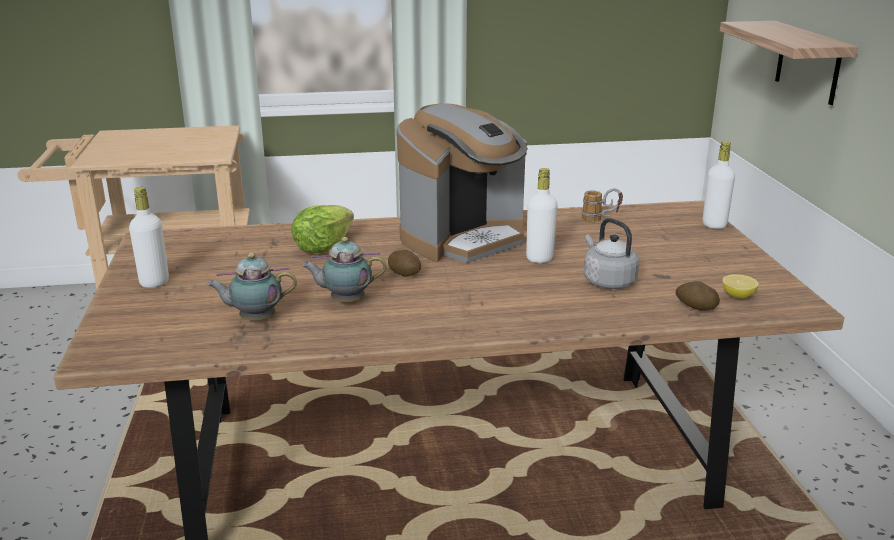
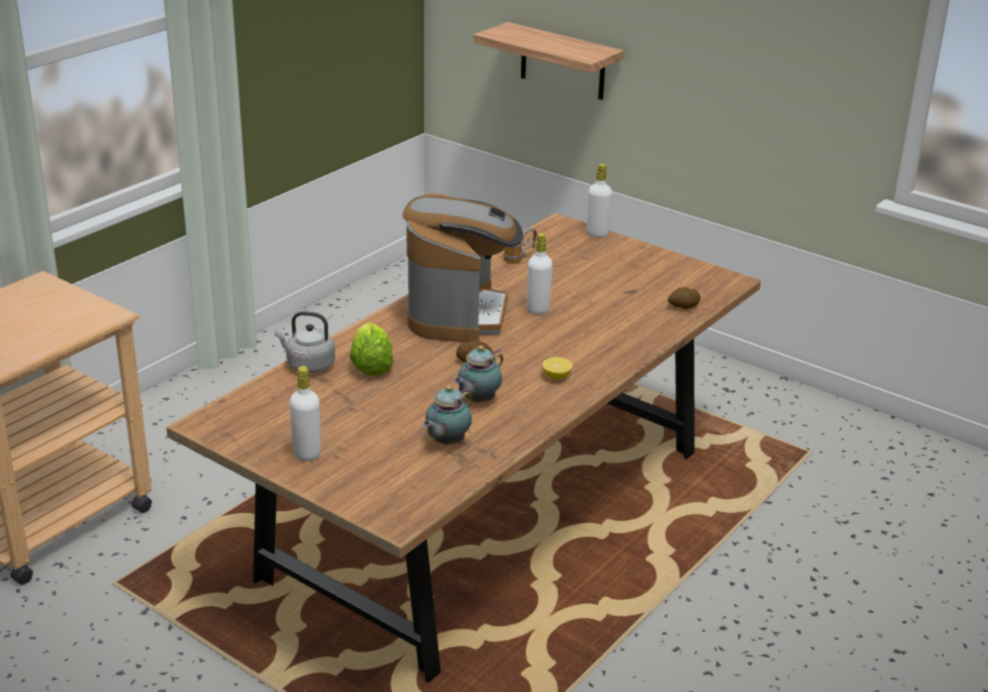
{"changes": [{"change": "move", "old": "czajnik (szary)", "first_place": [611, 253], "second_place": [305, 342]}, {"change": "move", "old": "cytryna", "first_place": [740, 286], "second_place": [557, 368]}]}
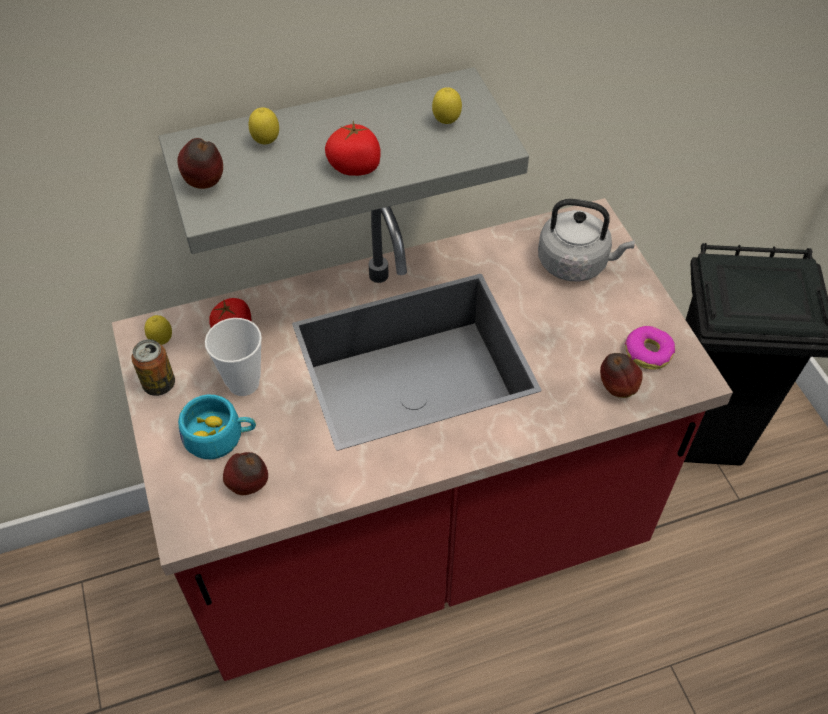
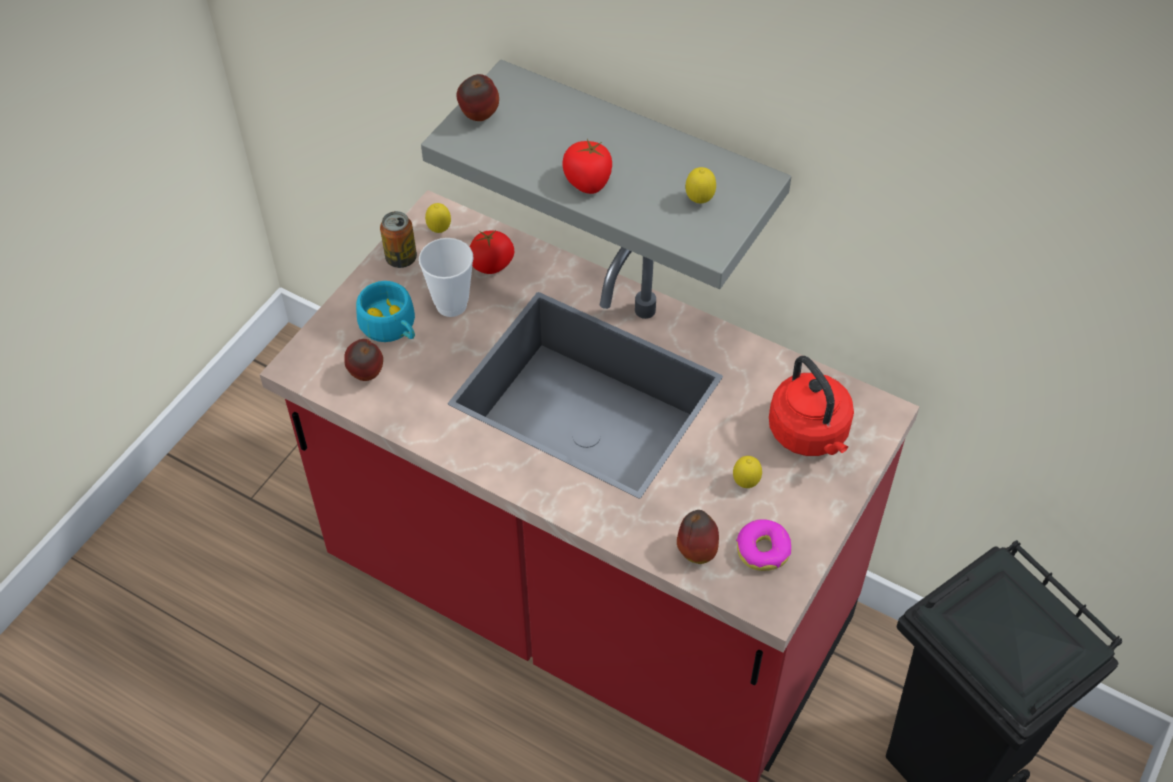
{"changes": [{"change": "move", "old": "cytryna", "first_place": [263, 125], "second_place": [747, 472]}, {"change": "recolor", "old": "czajnik (szary)", "new": "czajnik (czerwony)", "first_place": [586, 240], "second_place": [811, 406]}]}
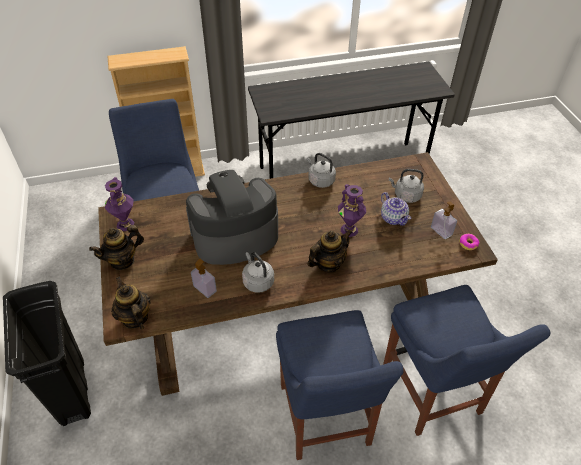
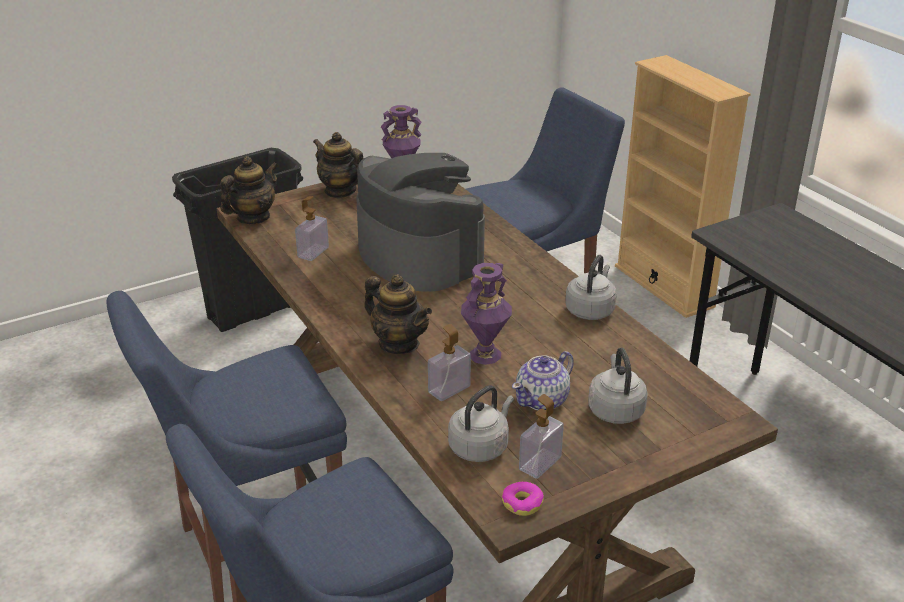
{"changes": [{"change": "move", "old": "czajnik (szary)", "first_place": [258, 272], "second_place": [481, 423]}, {"change": "insert", "new": "dozownik mydła", "second_place": [449, 362]}]}
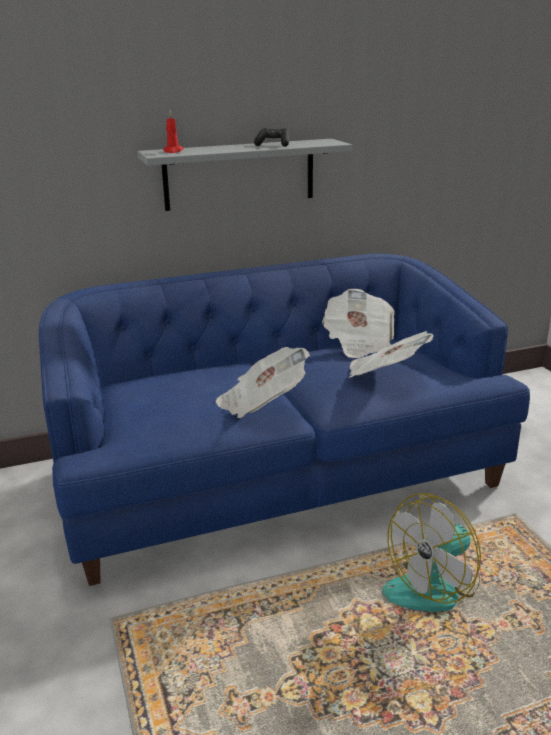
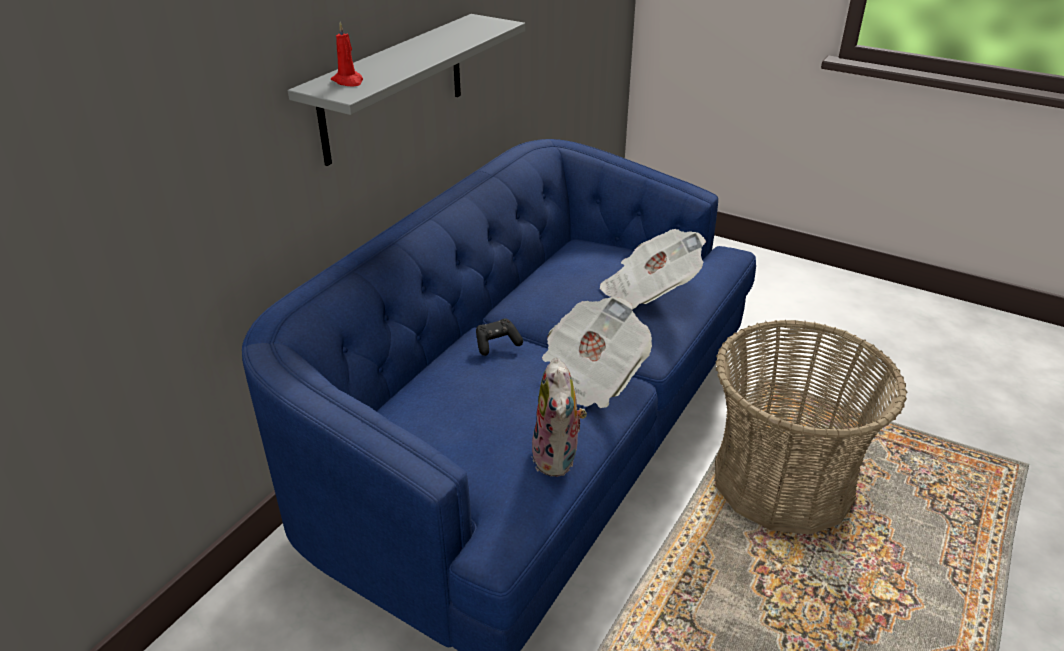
{"changes": [{"change": "move", "old": "pad do gier (czarny)", "first_place": [271, 137], "second_place": [499, 337]}, {"change": "delete", "old": "gazeta", "first_place": [358, 323]}, {"change": "replace", "old": "wentylator", "new": "koszyk", "first_place": [431, 552], "second_place": [811, 427]}, {"change": "insert", "new": "pluszak", "second_place": [559, 417]}]}
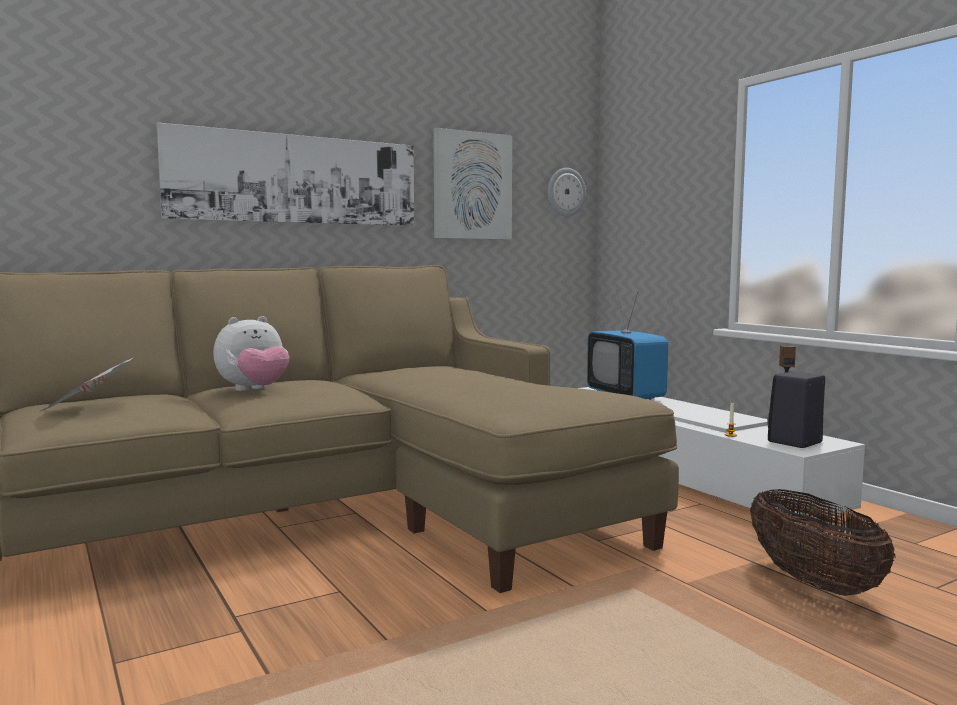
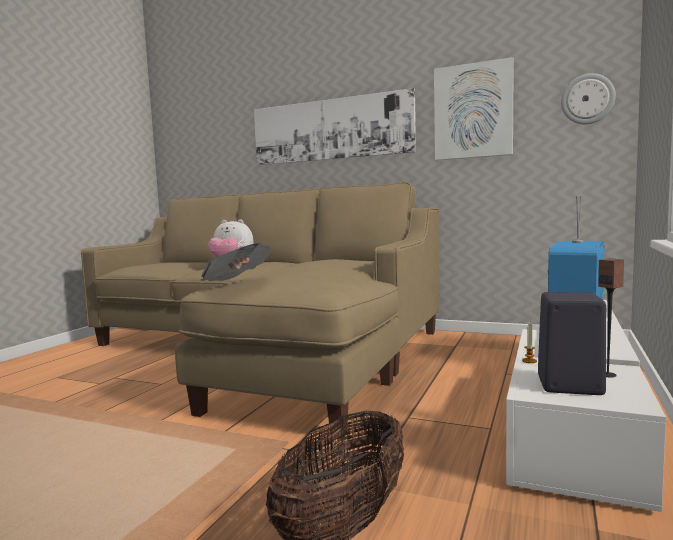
{"changes": [{"change": "move", "old": "gazeta", "first_place": [86, 384], "second_place": [236, 262]}]}
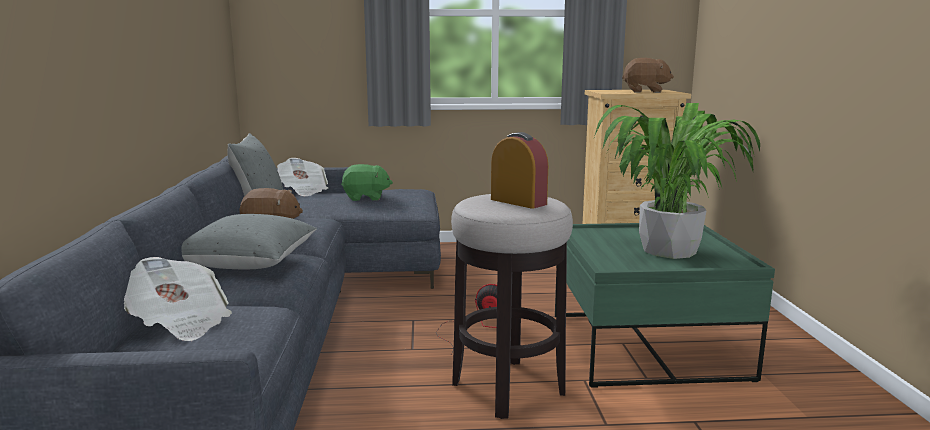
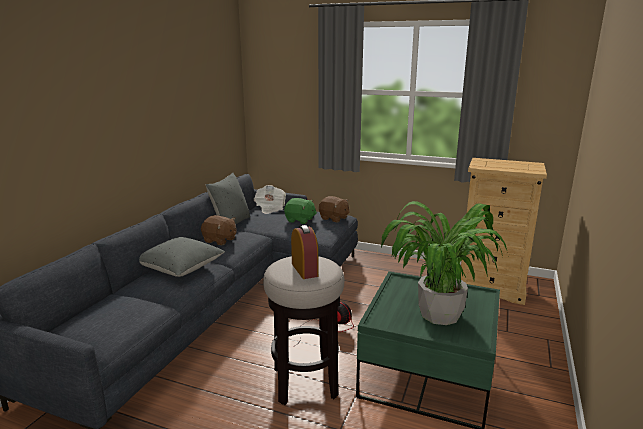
{"changes": [{"change": "move", "old": "pluszak (brązowy)", "first_place": [648, 75], "second_place": [334, 209]}, {"change": "delete", "old": "gazeta", "first_place": [178, 299]}]}
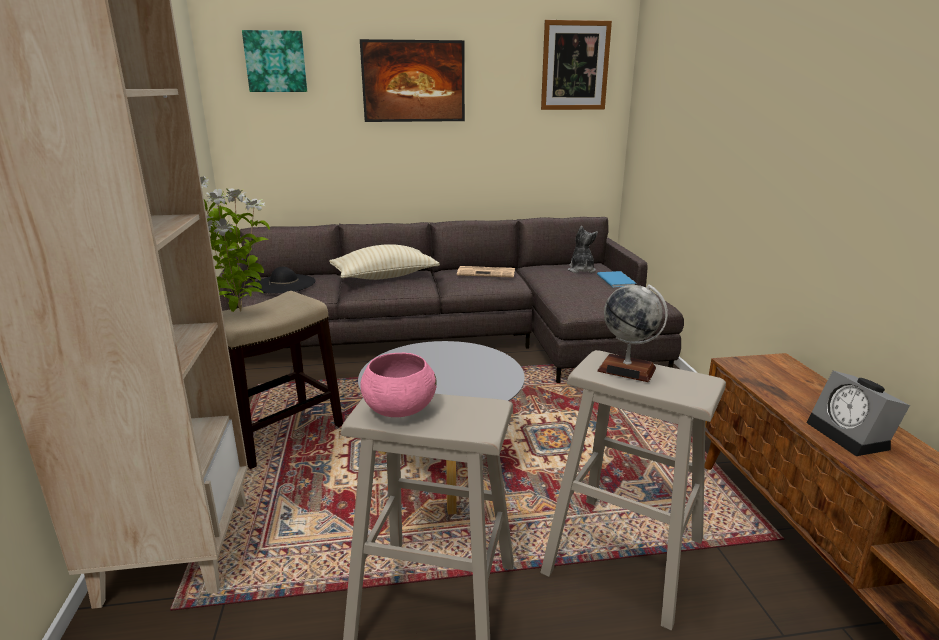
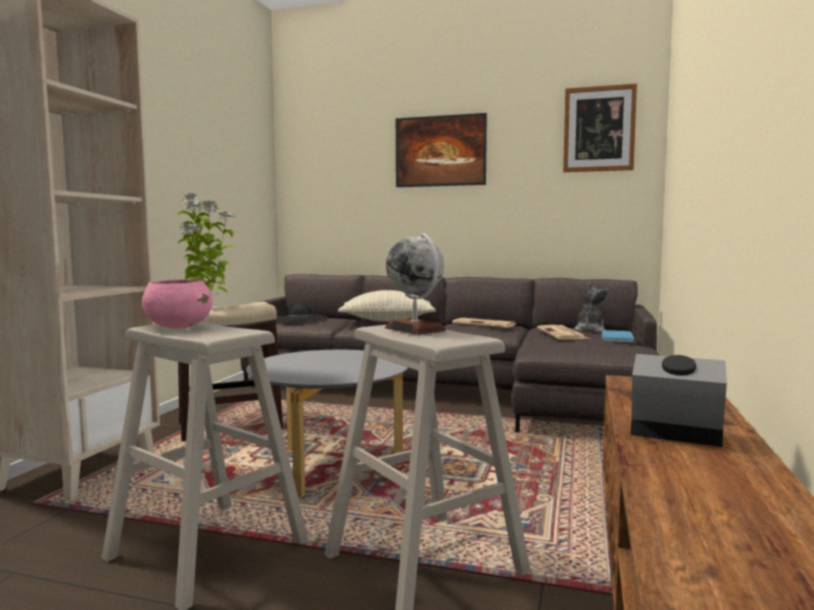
{"changes": [{"change": "delete", "old": "obraz", "first_place": [274, 61]}, {"change": "rotate", "old": "budzik", "first_place": [858, 413], "second_place": [678, 400], "degrees": 105}, {"change": "insert", "new": "gazeta", "second_place": [563, 332]}]}
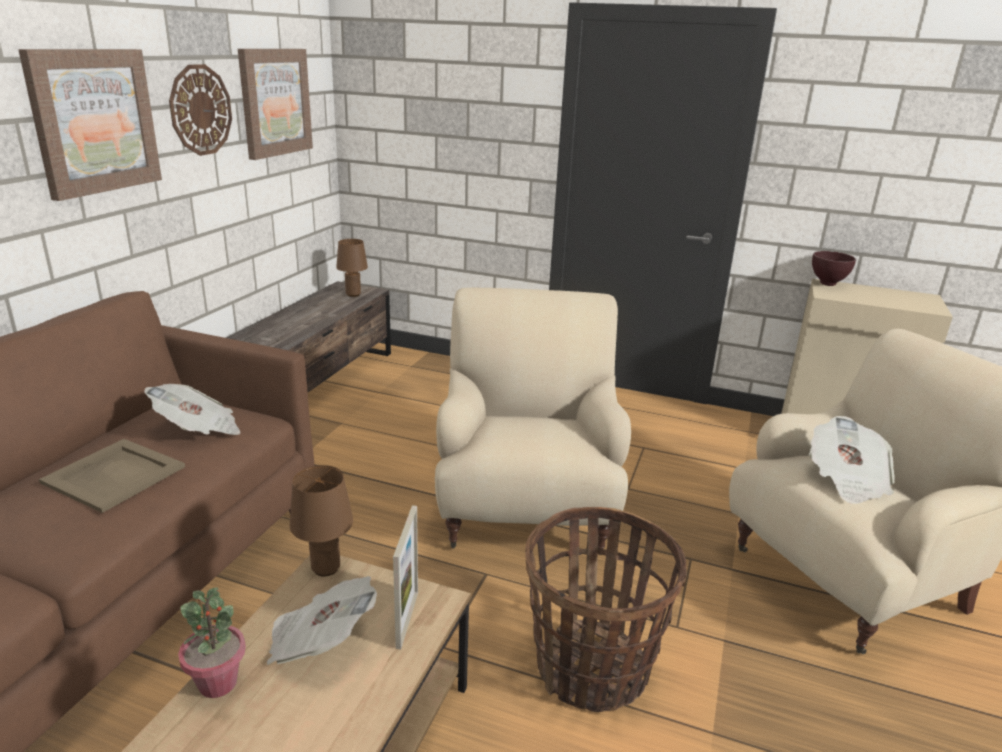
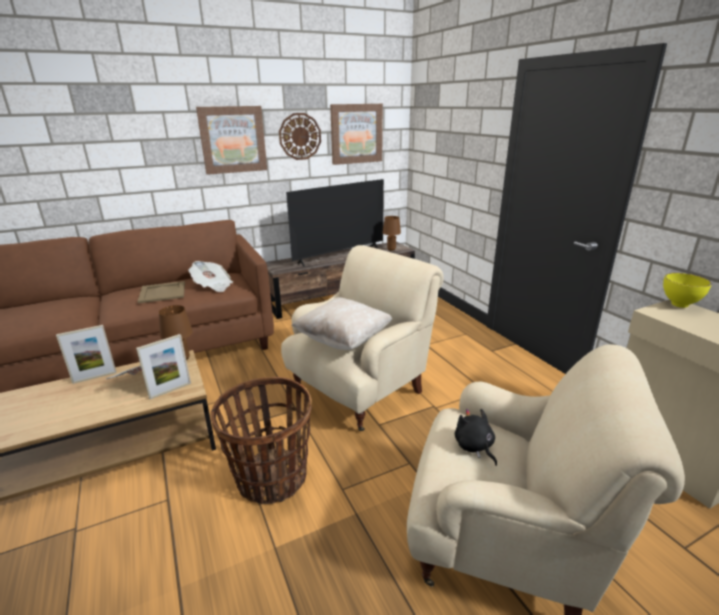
{"changes": [{"change": "recolor", "old": "miska (brązowy)", "new": "miska (żółty)", "first_place": [834, 268], "second_place": [687, 290]}, {"change": "replace", "old": "gazeta", "new": "pluszak (czarny)", "first_place": [852, 460], "second_place": [476, 437]}, {"change": "replace", "old": "roślina doniczkowa", "new": "ramka na zdjęcie", "first_place": [212, 642], "second_place": [86, 354]}, {"change": "insert", "new": "telewizor", "second_place": [335, 223]}, {"change": "insert", "new": "poduszka (beżowy)", "second_place": [341, 323]}]}
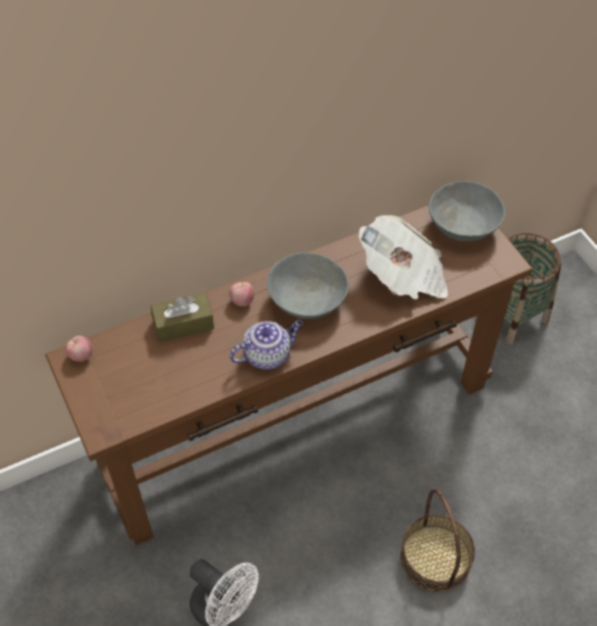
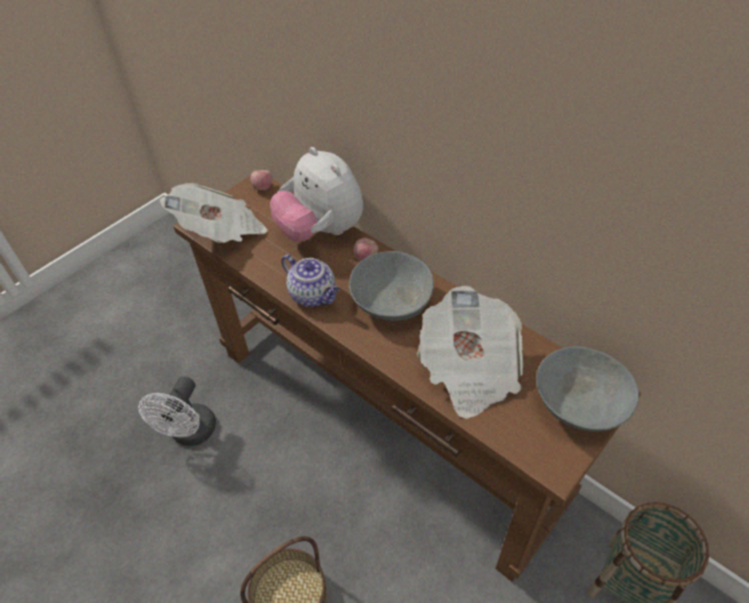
{"changes": [{"change": "replace", "old": "pudełko chusteczek (brązowy)", "new": "pluszak", "first_place": [182, 317], "second_place": [316, 194]}, {"change": "insert", "new": "gazeta", "second_place": [214, 213]}]}
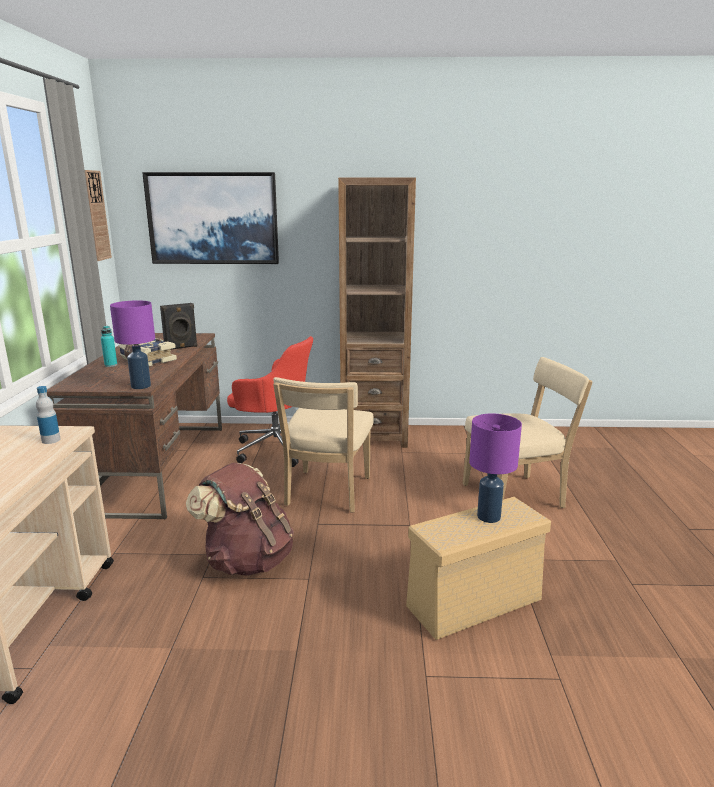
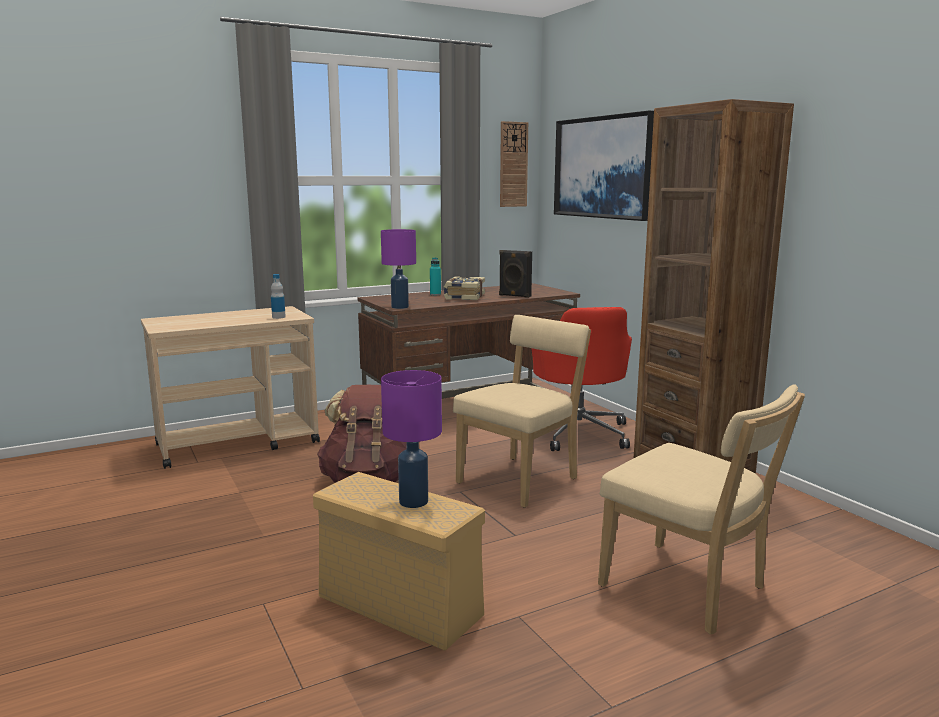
{"changes": [{"change": "rotate", "old": "krzesło (beżowy)", "first_place": [323, 445], "second_place": [522, 411], "degrees": 150}]}
